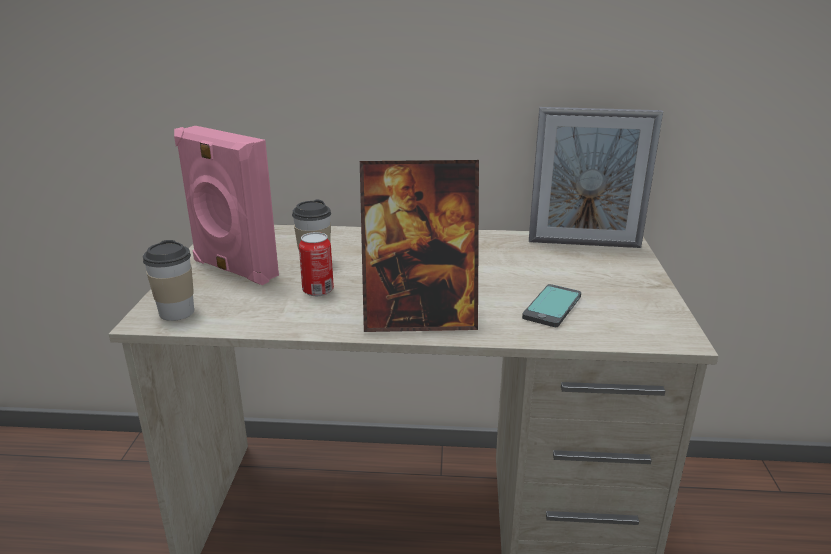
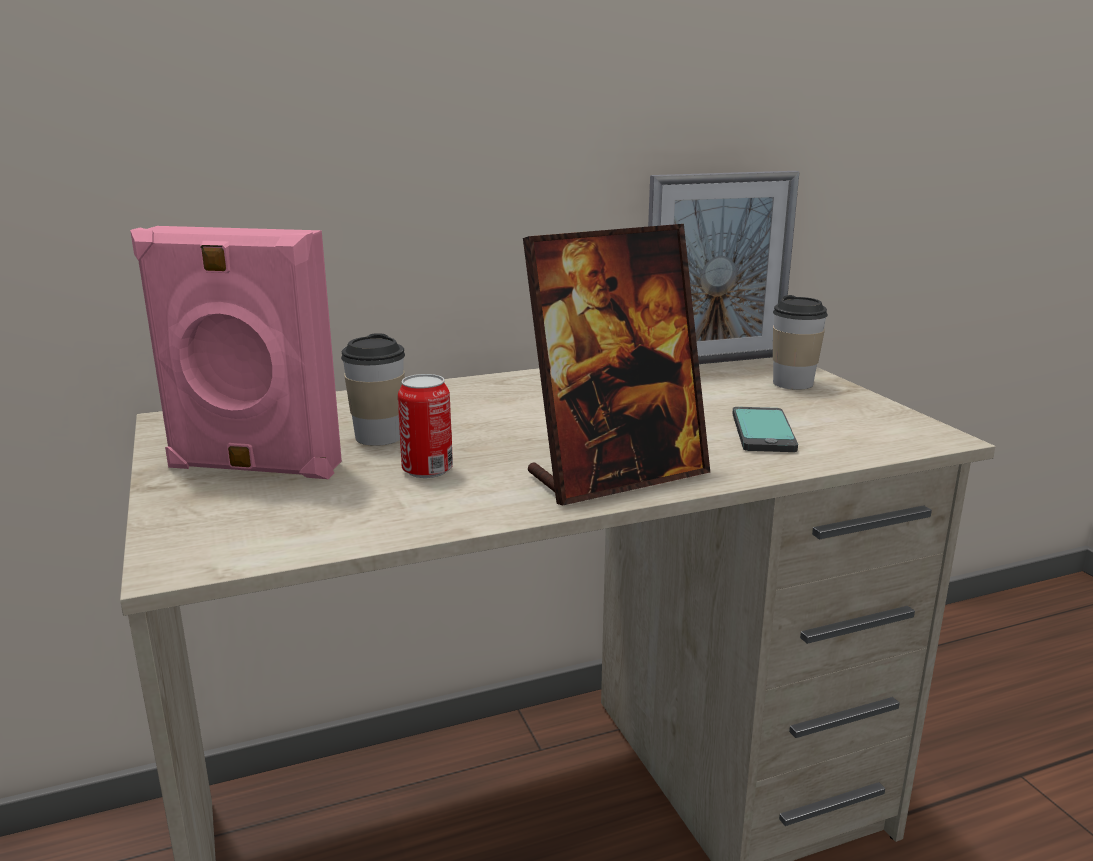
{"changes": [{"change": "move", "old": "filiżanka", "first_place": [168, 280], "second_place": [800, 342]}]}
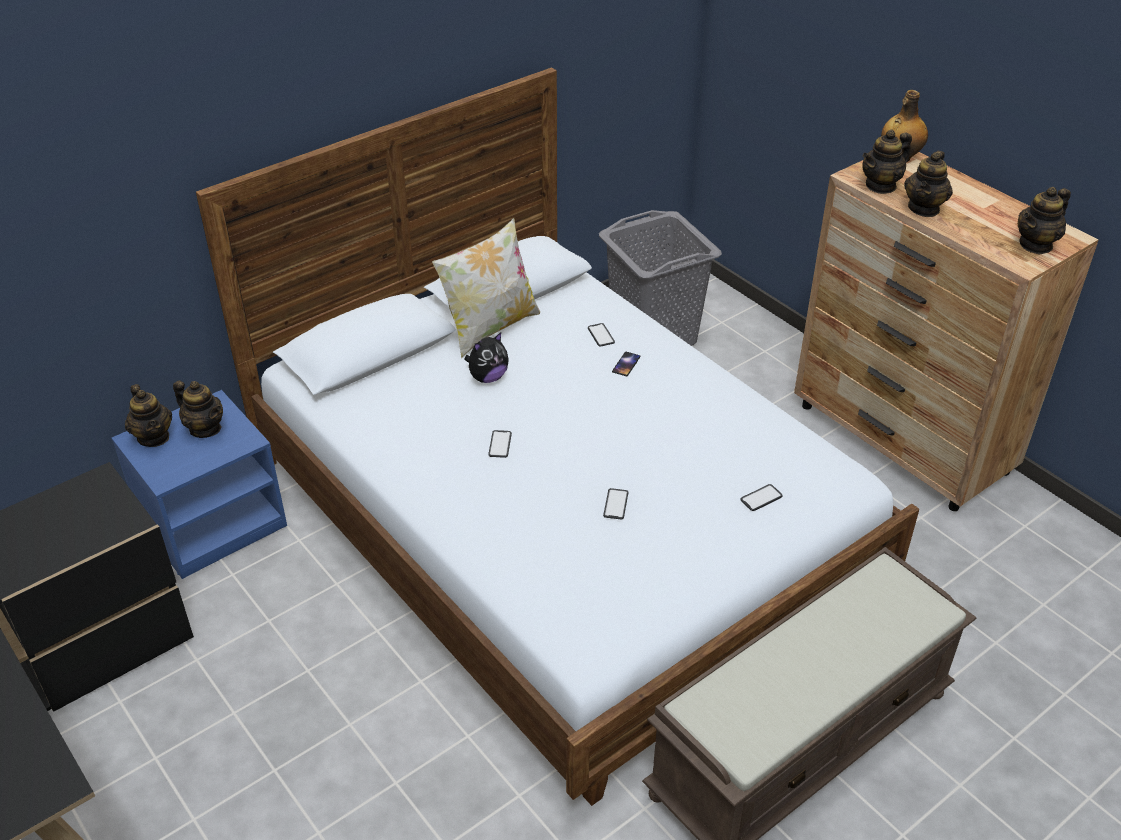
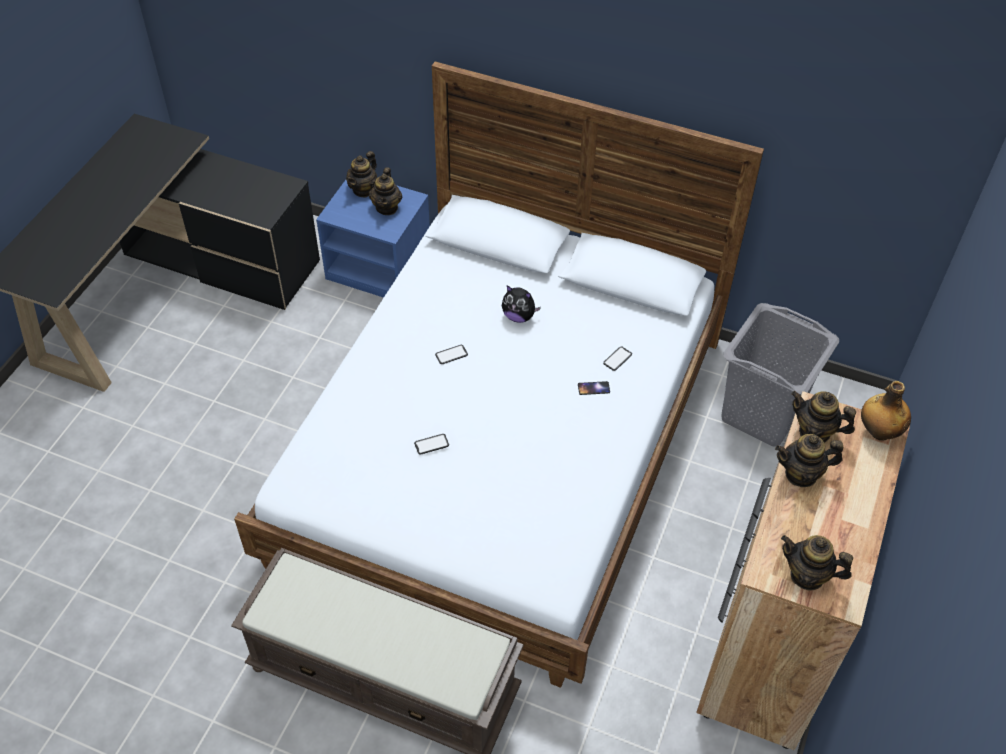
{"changes": [{"change": "delete", "old": "poduszka", "first_place": [486, 288]}, {"change": "delete", "old": "telefon", "first_place": [761, 497]}]}
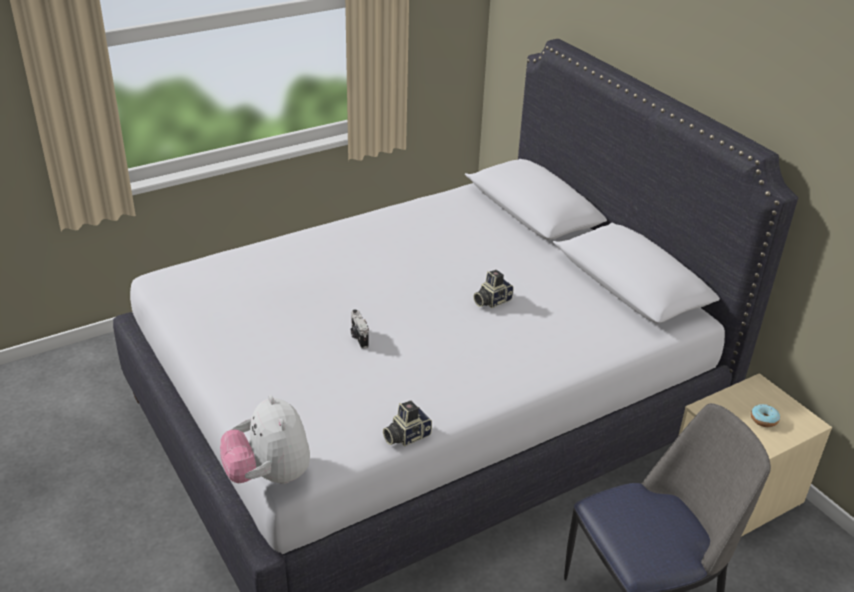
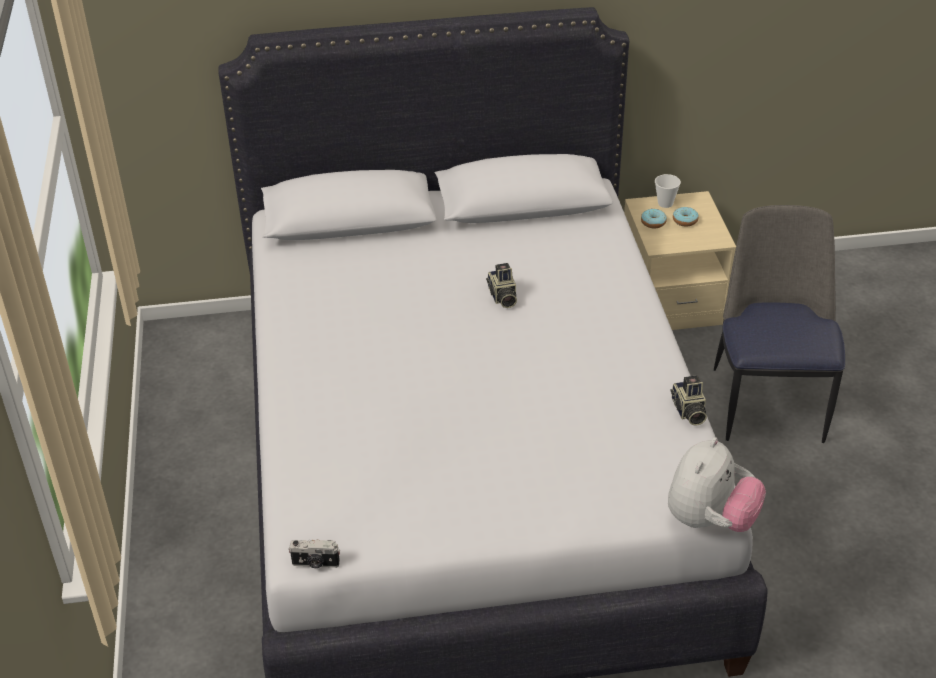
{"changes": [{"change": "move", "old": "aparat fotograficzny", "first_place": [360, 329], "second_place": [314, 553]}, {"change": "rotate", "old": "pluszak", "first_place": [265, 439], "second_place": [717, 484], "degrees": -60}, {"change": "insert", "new": "filiżanka", "second_place": [668, 191]}, {"change": "insert", "new": "donut", "second_place": [654, 218]}]}
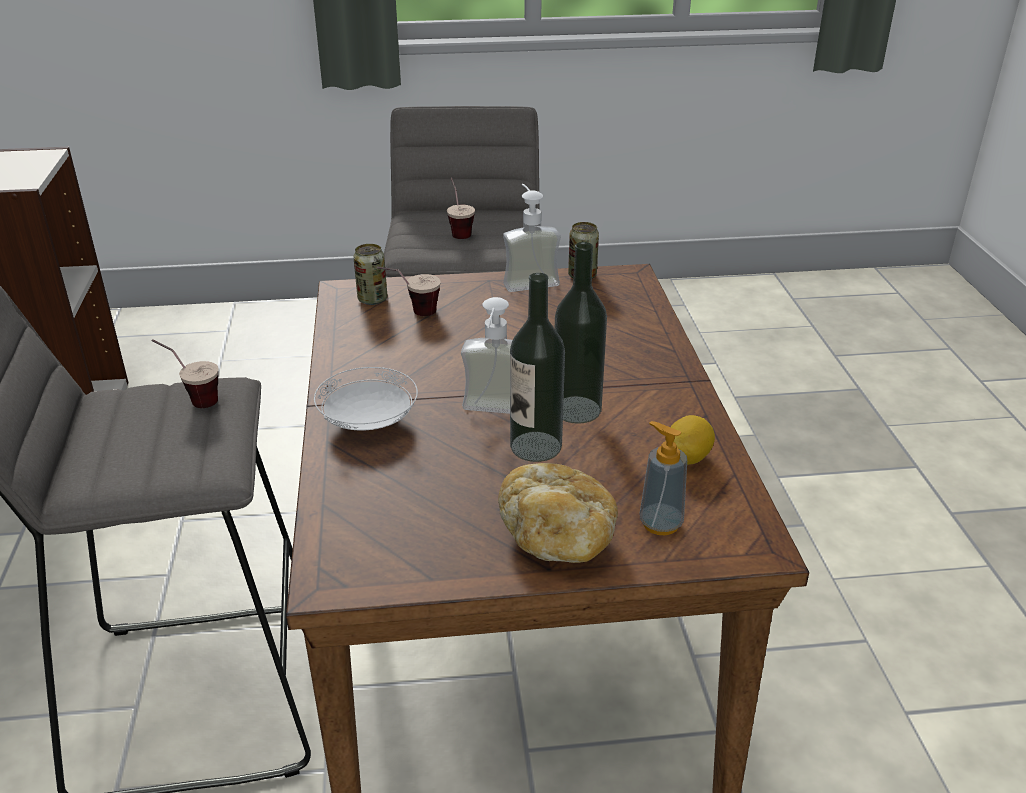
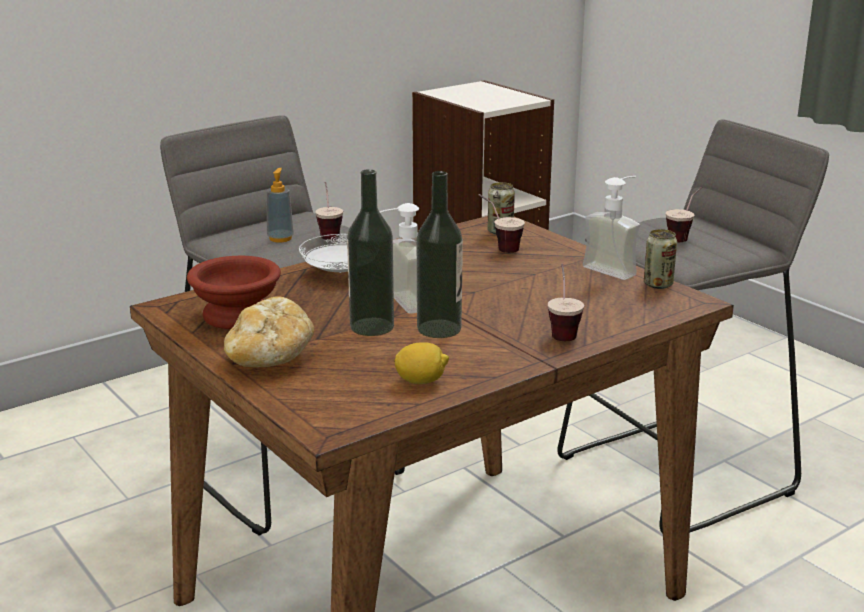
{"changes": [{"change": "move", "old": "dozownik mydła", "first_place": [663, 478], "second_place": [280, 205]}, {"change": "insert", "new": "miska (brązowy)", "second_place": [234, 292]}, {"change": "insert", "new": "filiżanka", "second_place": [566, 302]}]}
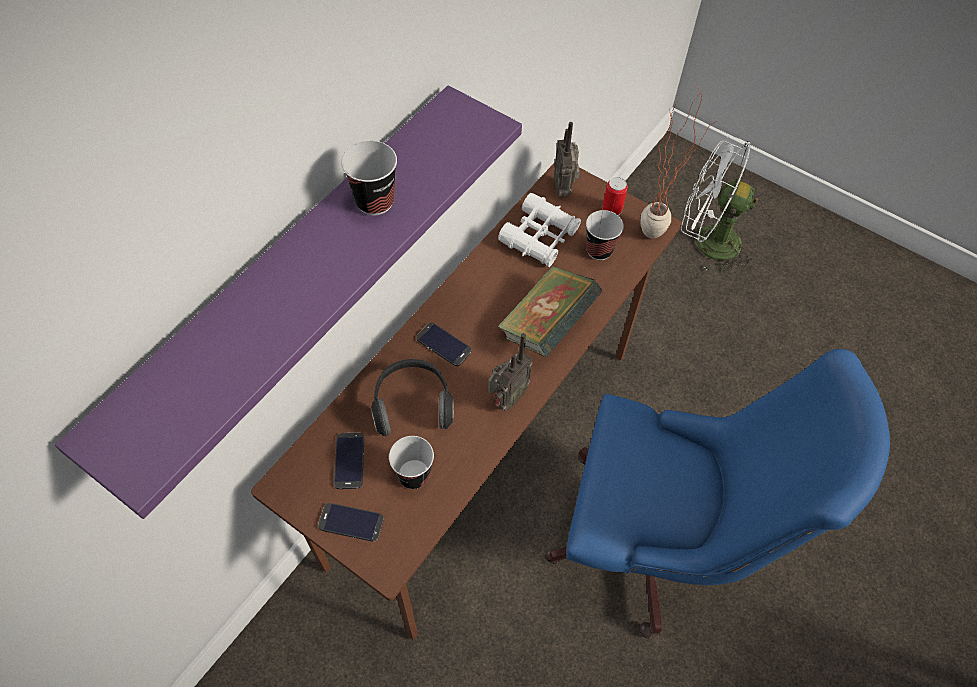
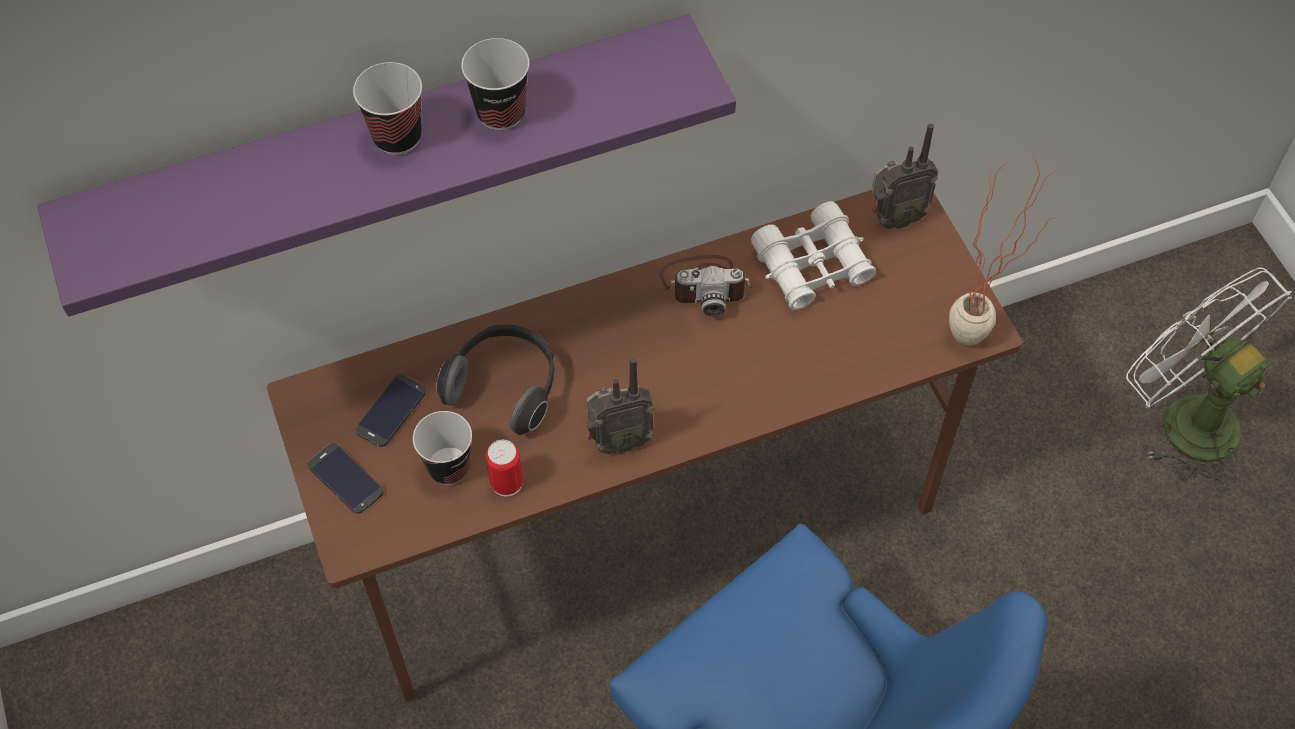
{"changes": [{"change": "rotate", "old": "radio", "first_place": [567, 159], "second_place": [904, 176], "degrees": -135}, {"change": "move", "old": "puszka", "first_place": [615, 196], "second_place": [504, 468]}, {"change": "move", "old": "filiżanka", "first_place": [605, 235], "second_place": [387, 108]}, {"change": "delete", "old": "książka", "first_place": [550, 311]}, {"change": "delete", "old": "telefon", "first_place": [444, 344]}, {"change": "insert", "new": "aparat fotograficzny", "second_place": [706, 286]}]}
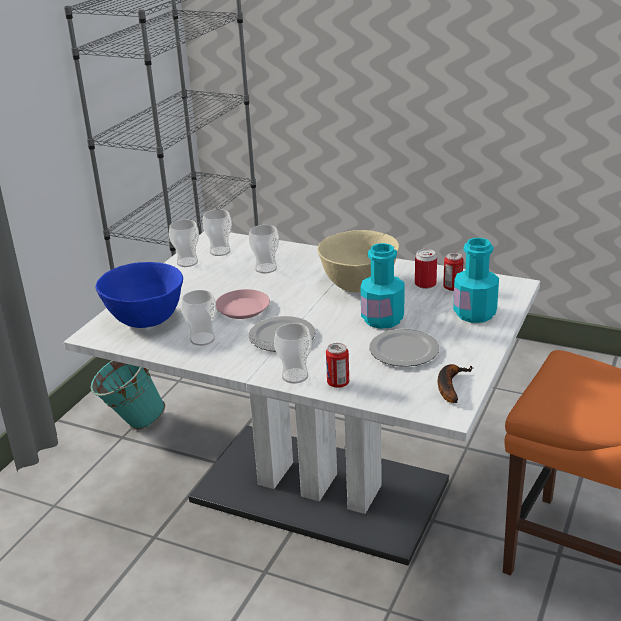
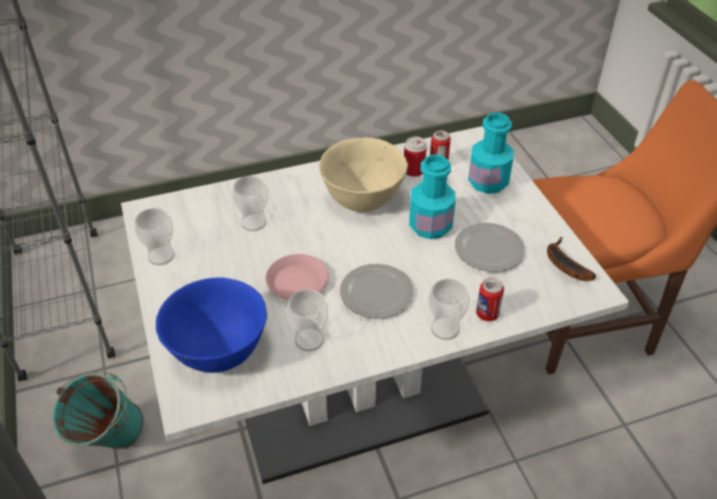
{"changes": [{"change": "delete", "old": "filiżanka", "first_place": [217, 232]}]}
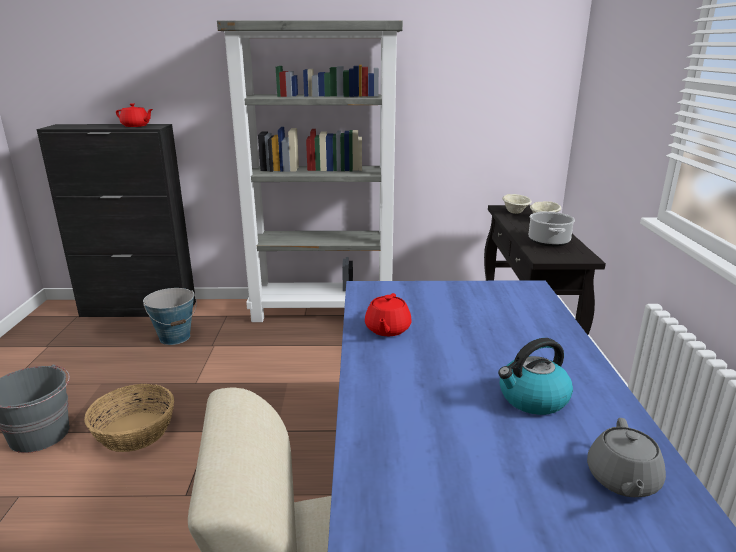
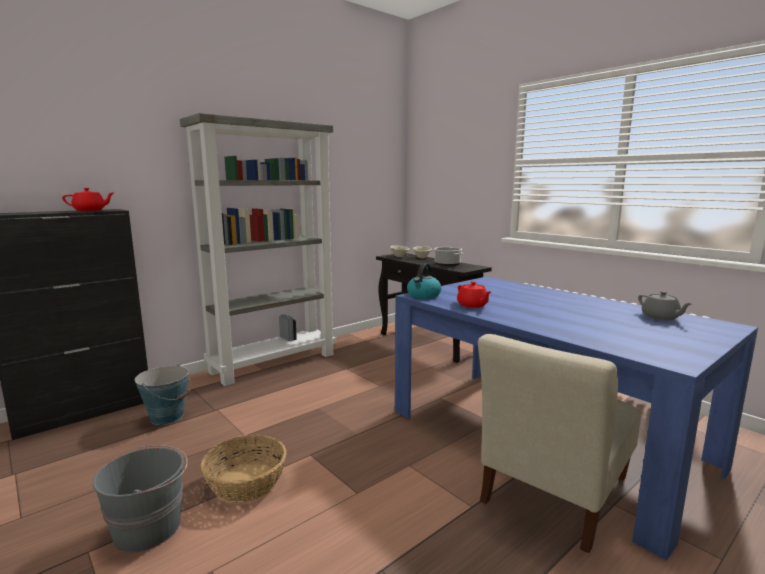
{"changes": [{"change": "move", "old": "czajnik", "first_place": [535, 376], "second_place": [424, 281]}]}
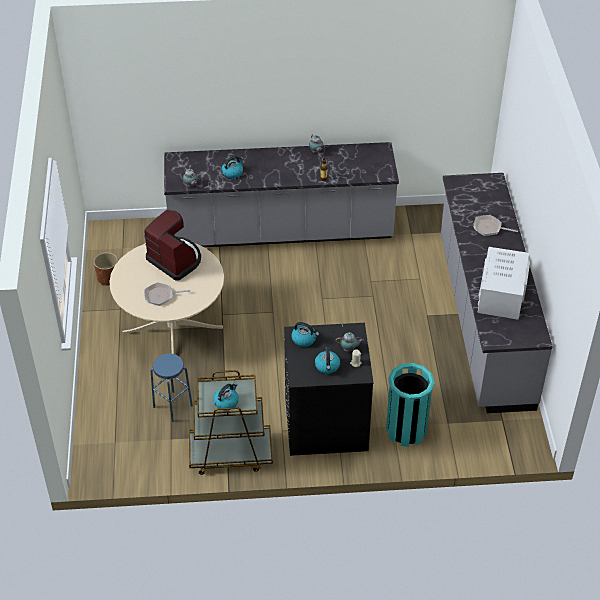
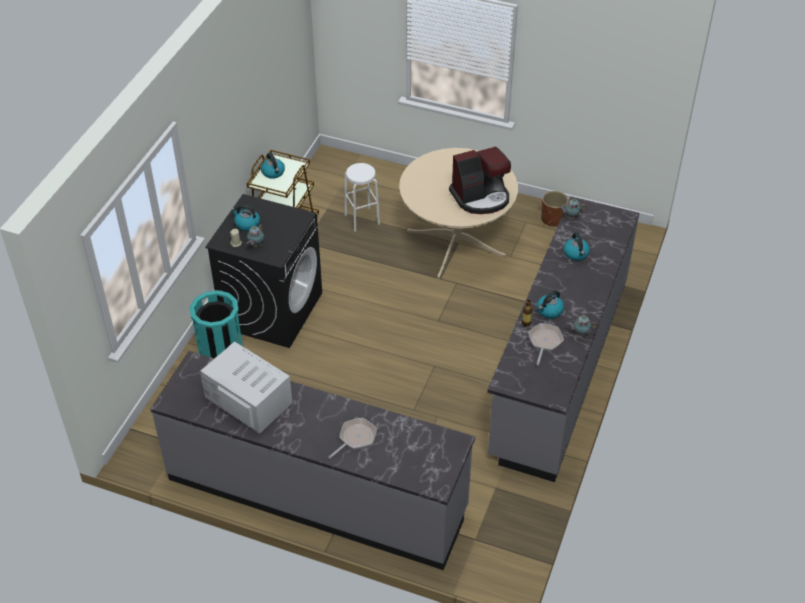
{"changes": [{"change": "move", "old": "patelnia", "first_place": [167, 294], "second_place": [546, 344]}, {"change": "move", "old": "czajnik", "first_place": [305, 334], "second_place": [550, 304]}, {"change": "recolor", "old": "stołek (niebieski)", "new": "stołek (biały)", "first_place": [172, 387], "second_place": [362, 197]}]}
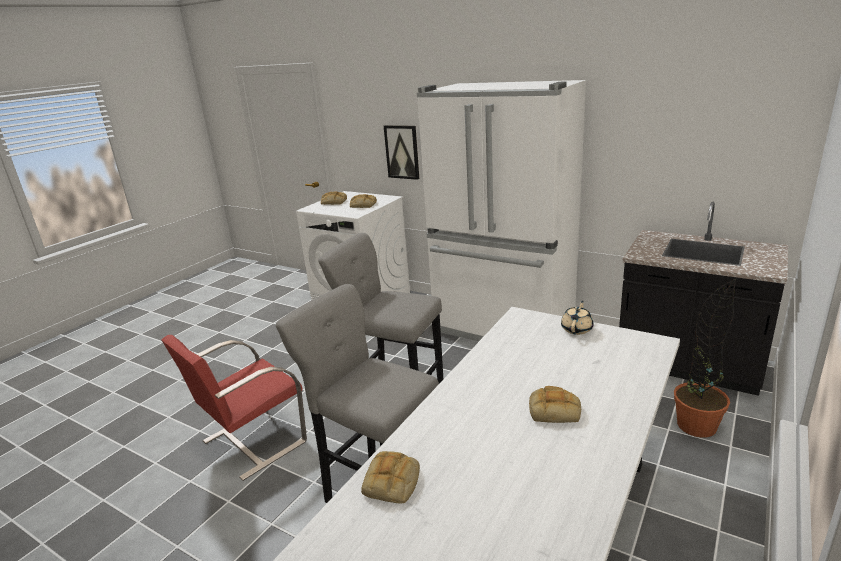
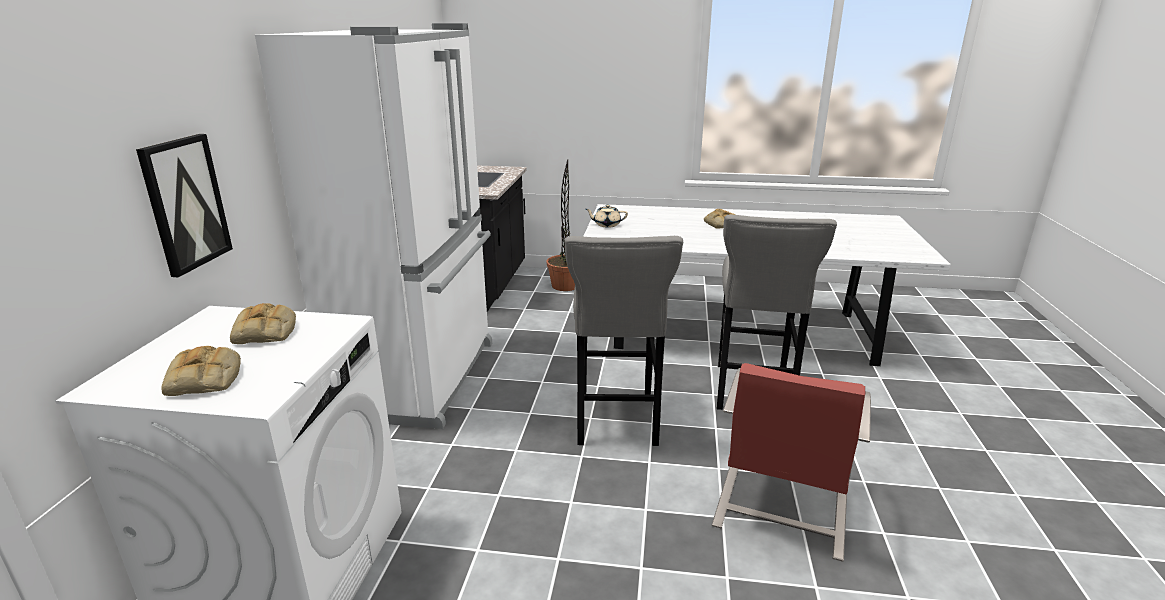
{"changes": [{"change": "rotate", "old": "krzesło (czerwony)", "first_place": [234, 408], "second_place": [791, 462], "degrees": 90}, {"change": "delete", "old": "chleb", "first_place": [390, 477]}]}
